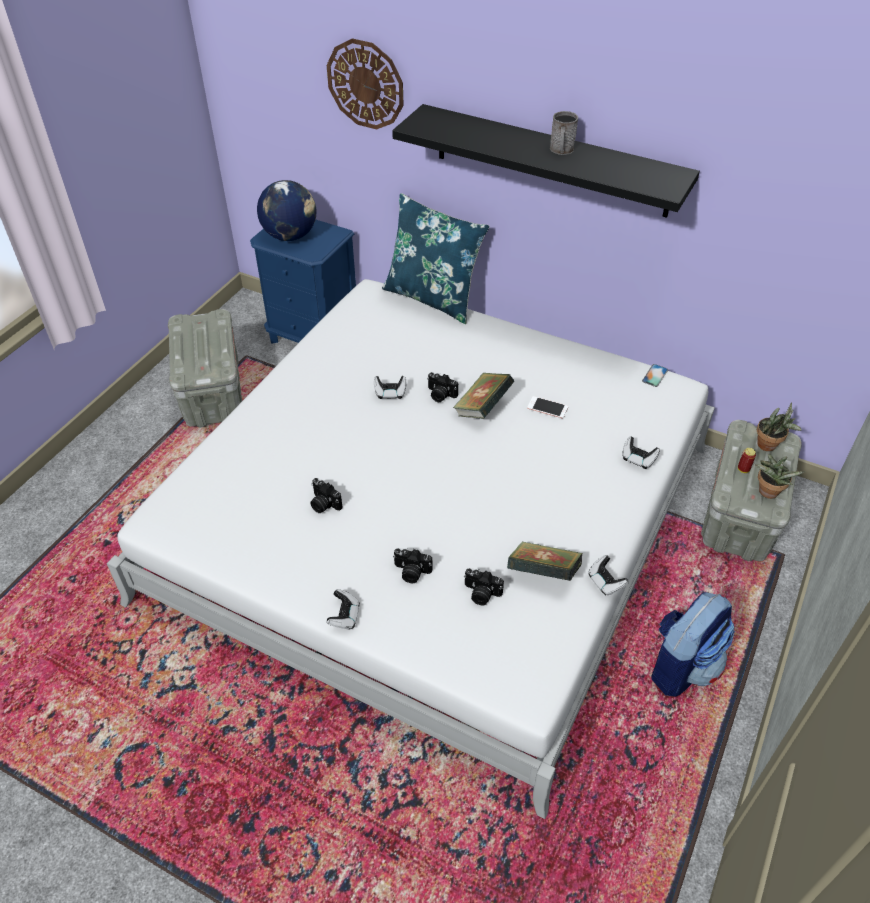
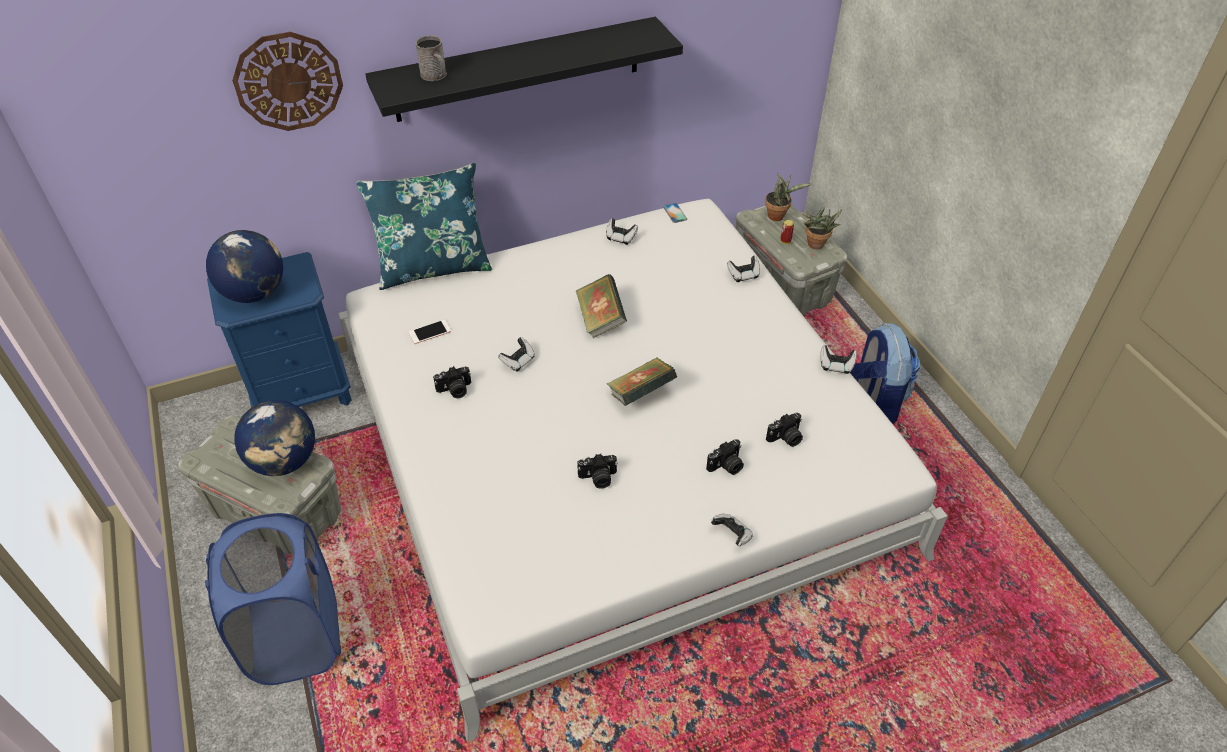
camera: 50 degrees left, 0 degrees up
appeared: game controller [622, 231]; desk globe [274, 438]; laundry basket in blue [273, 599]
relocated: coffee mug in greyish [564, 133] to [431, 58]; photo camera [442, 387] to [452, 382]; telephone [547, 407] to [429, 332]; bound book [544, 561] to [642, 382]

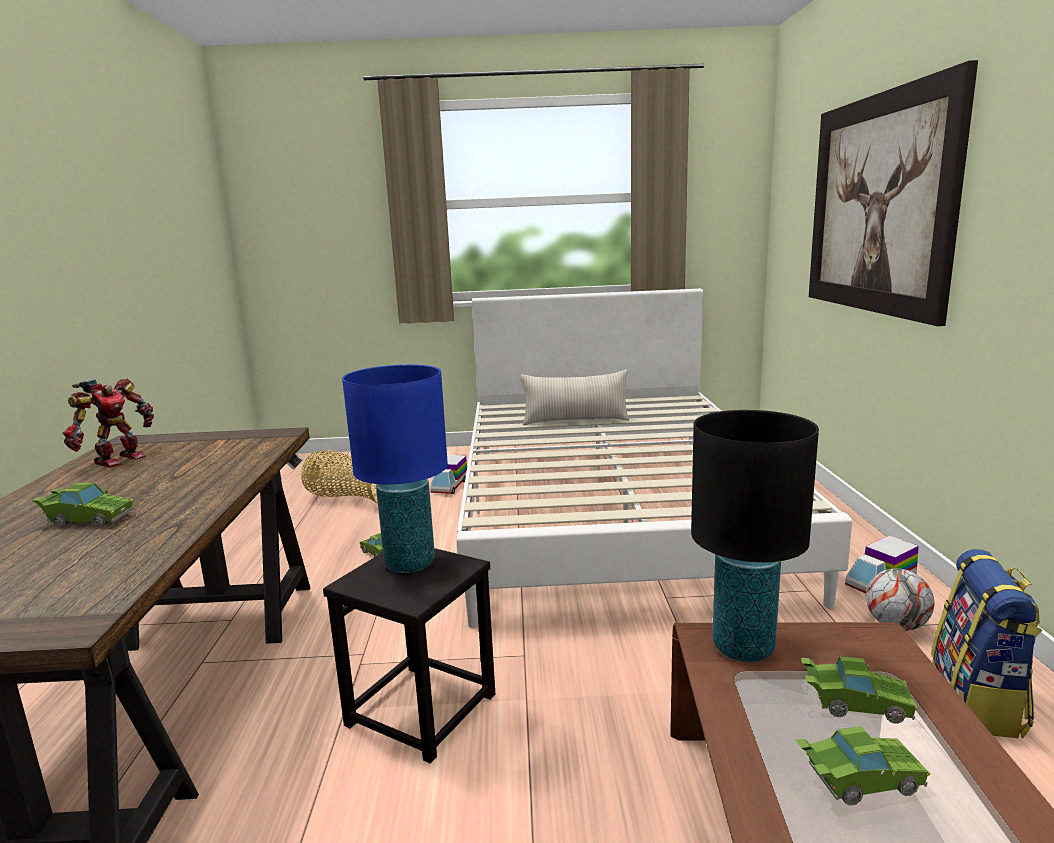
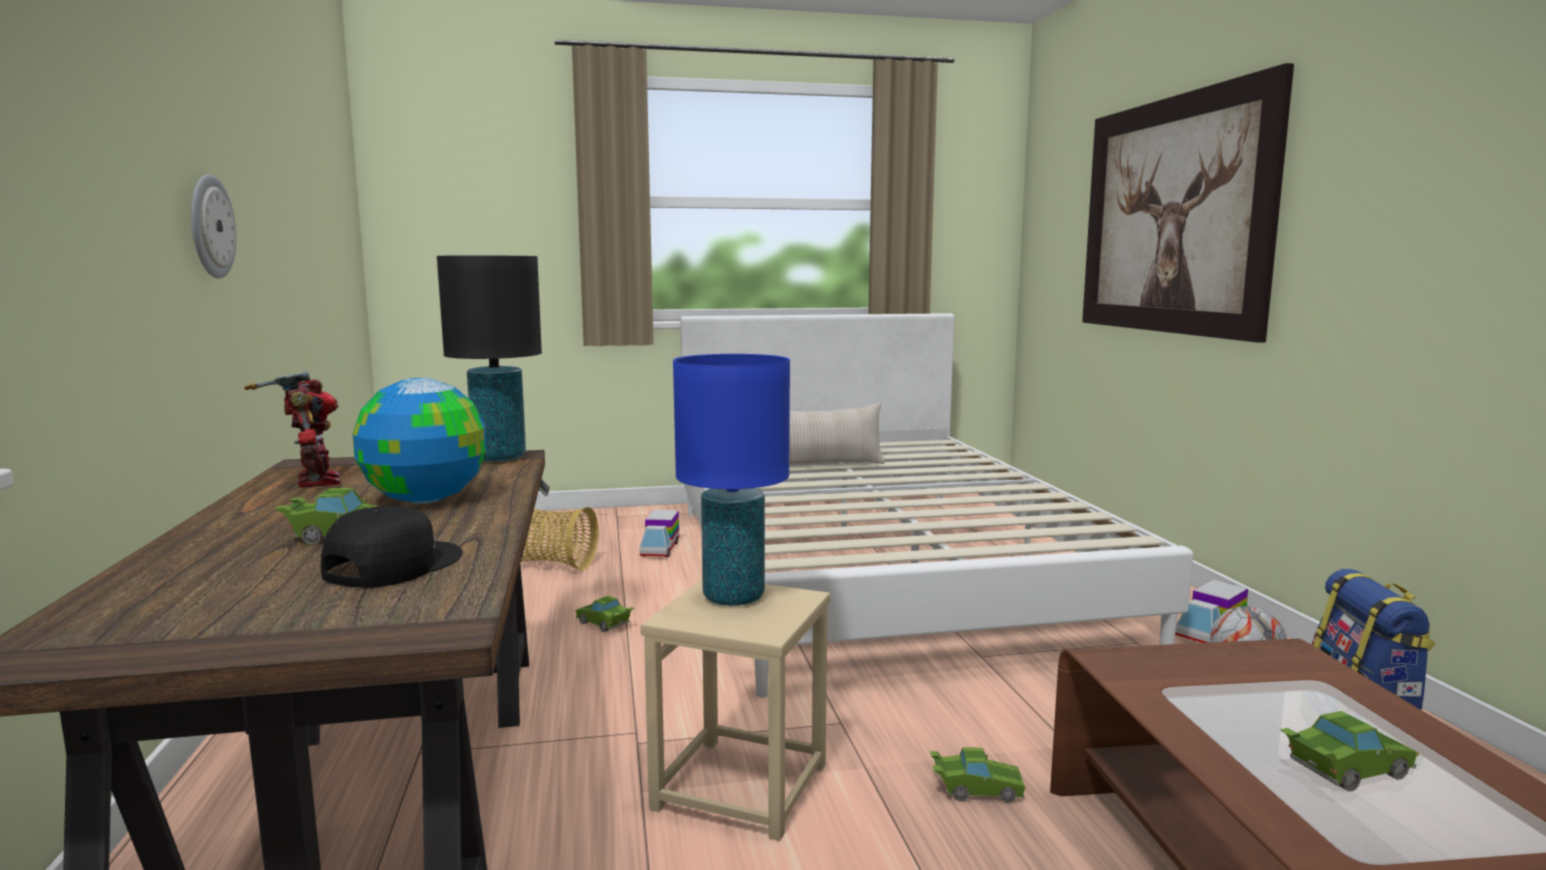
camera: 10 degrees left, 5 degrees down
appeared: clock on the wall [213, 226]; desk globe [419, 441]; baseball cap in blackish [392, 547]
relocated: table lamp in blackish [755, 536] to [489, 358]; toy car in greenish [859, 690] to [978, 775]
colour: sitting stool in blackish [409, 656] to sitting stool in beige [735, 710]
spun: model robot [108, 423] = [292, 429] 45 degrees counterclockwise

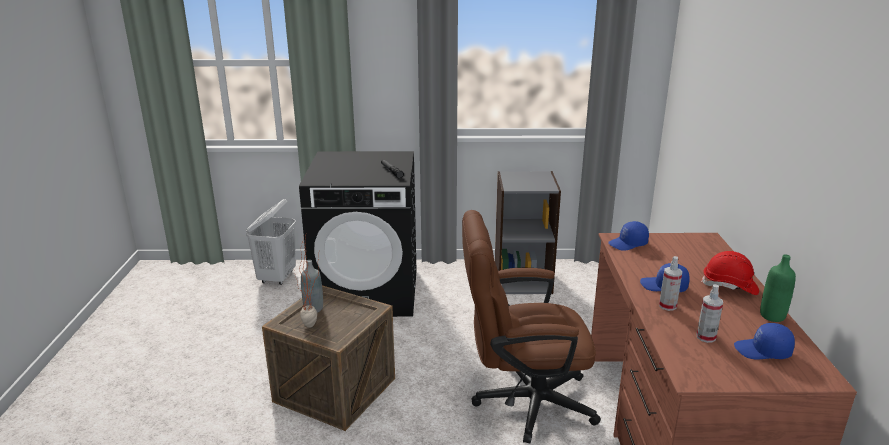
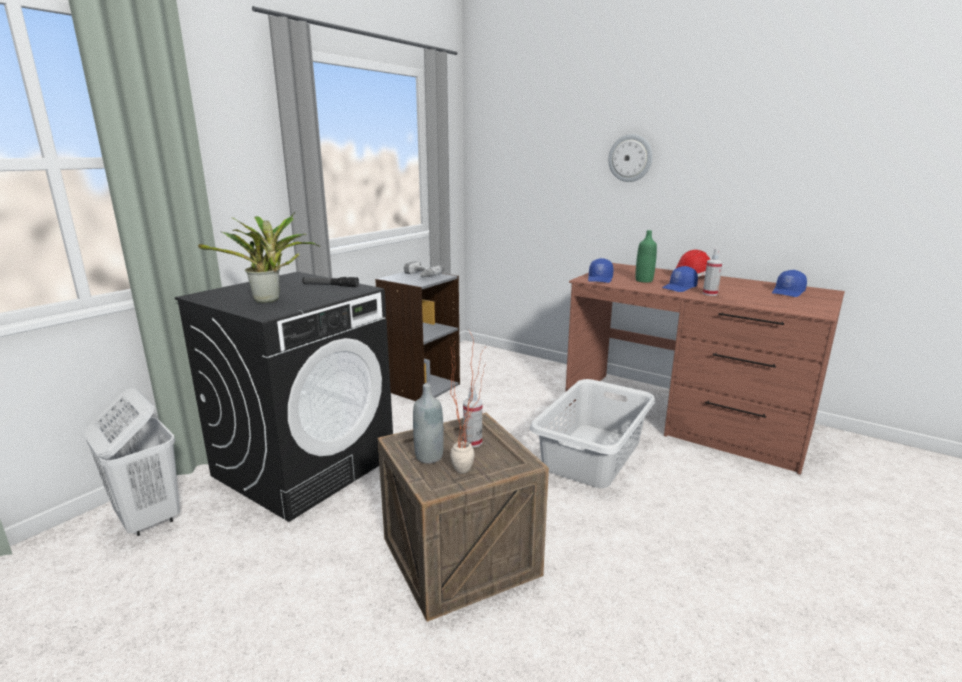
camera: 55 degrees left, 5 degrees down
appeared: clock on the wall [630, 158]; potted plant [259, 257]; power drill [424, 269]
relocated: beverage bottle in greenish [778, 288] to [646, 256]; sprayer [709, 313] to [472, 416]
exchanged: computer chair in brownish [531, 327] to laundry basket in greyish [592, 433]

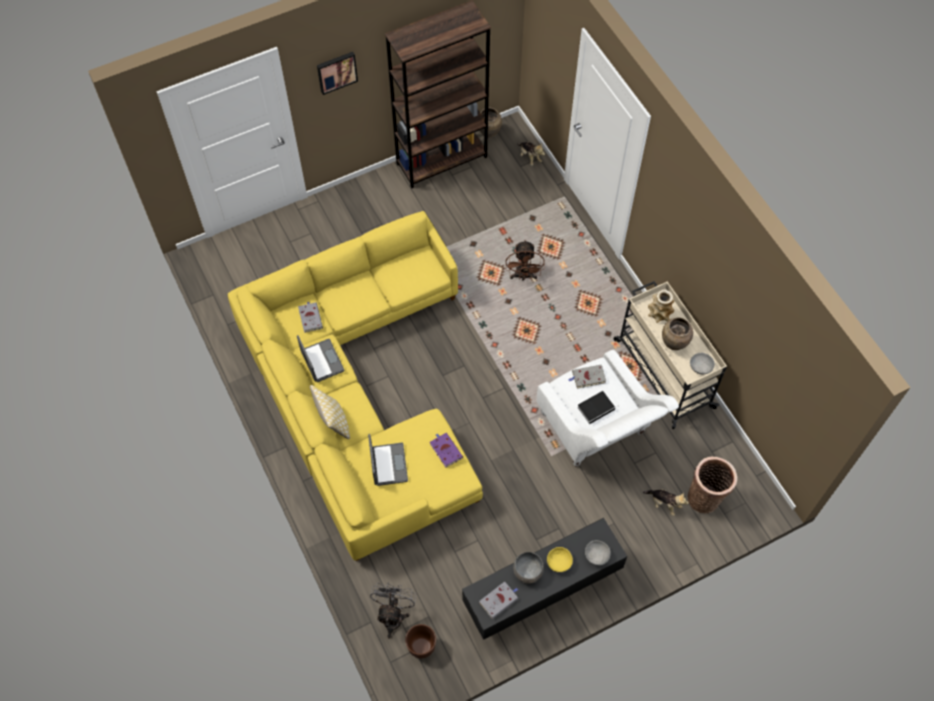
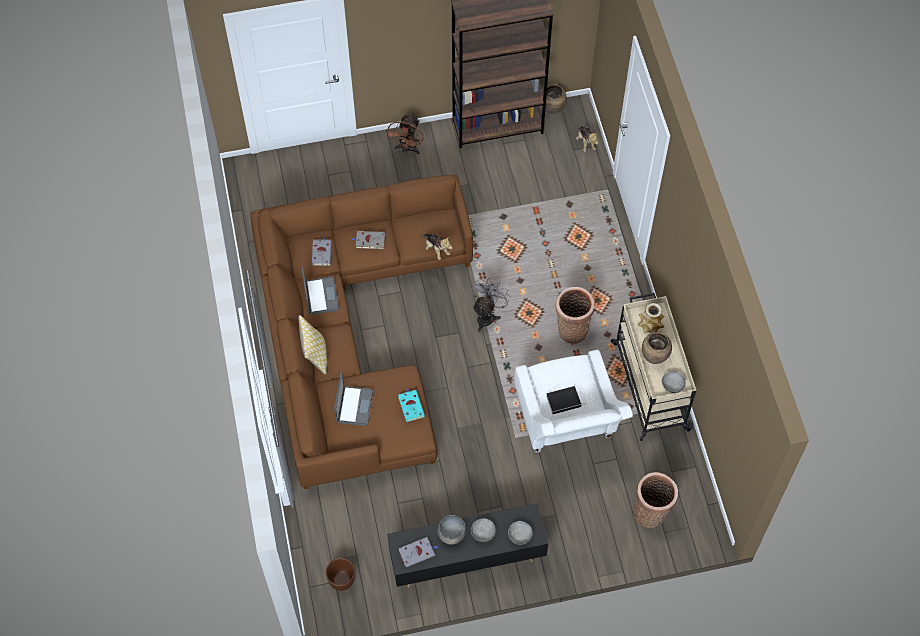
camera: 15 degrees right, 0 degrees up
missing: wall art [337, 73]
appeared: household basket [574, 315]
relocated: fan in brownish [525, 260] to [405, 134]; bound book in greyish [587, 377] to [368, 240]; soft toy [666, 502] to [437, 247]; fan in greyish [393, 610] to [491, 304]
colour: couch in yellowish [355, 386] to couch in brownish [362, 331]; bound book in purple [446, 450] to bound book in turquoise [411, 405]; bowl in yellowish [560, 559] to bowl in greyish [483, 530]

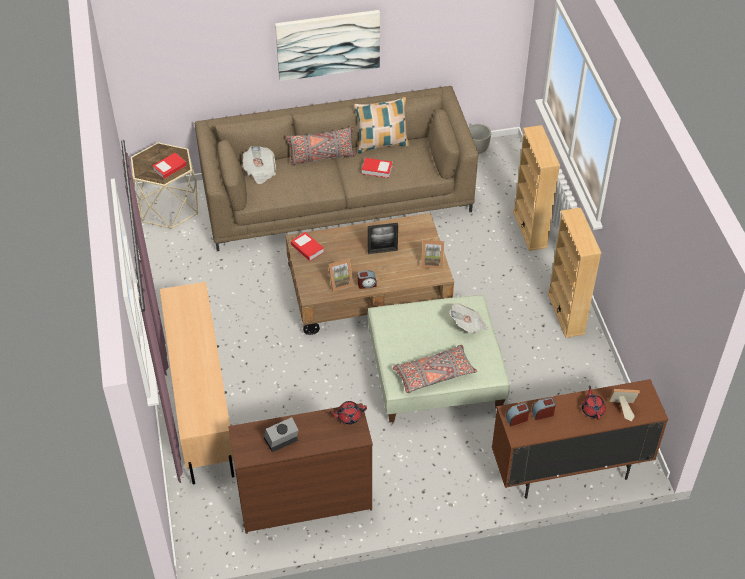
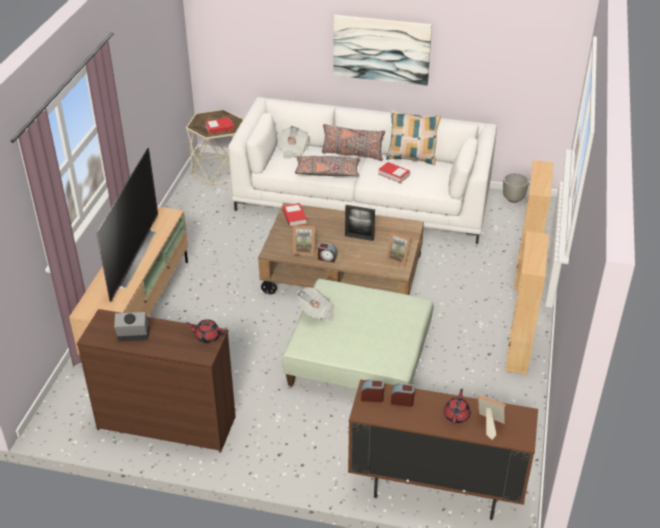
camera: 25 degrees right, 10 degrees down
appeared: TV [127, 225]
relocated: newspaper [468, 318] to [315, 304]; cushion in greyish [435, 369] to [327, 165]
colour: couch in brownish [336, 168] to couch in whitish [362, 170]

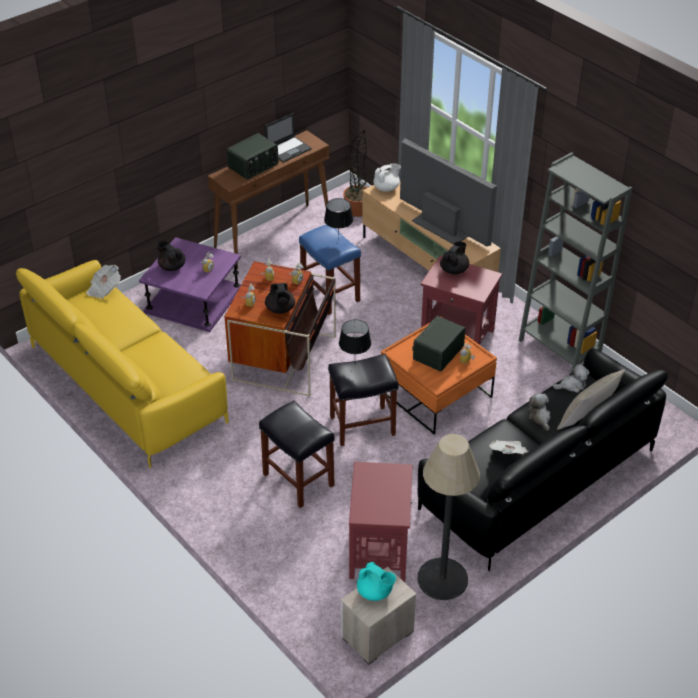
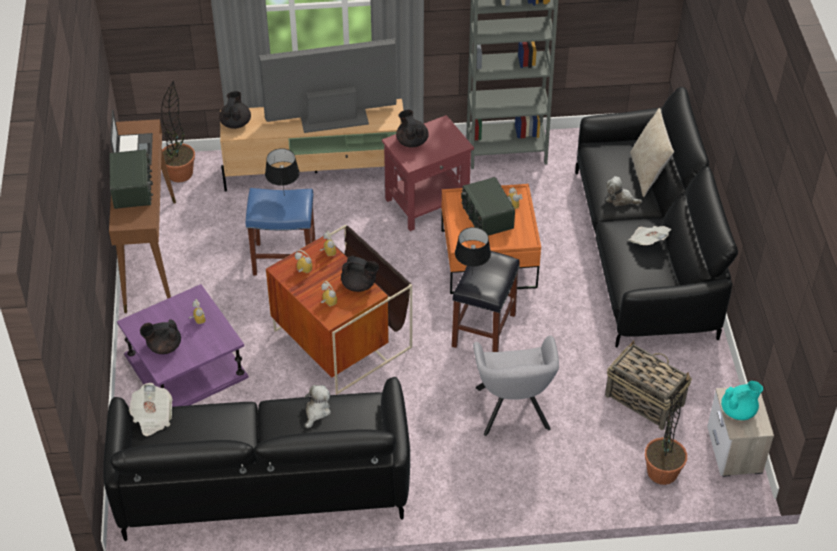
camera: 55 degrees left, 5 degrees up
missing: standing lamp [448, 517]
appeared: potted plant [666, 439]
relocated: soft toy [571, 378] to [318, 406]
exchanged: sitting stool in blackish [297, 454] to lounge chair in greyish [516, 385]; side table in red [380, 522] to household basket [648, 385]
colour: tea pot in whitish [387, 177] to tea pot in blackish [235, 110]; couch in yellowish [122, 364] to couch in blackish [256, 459]

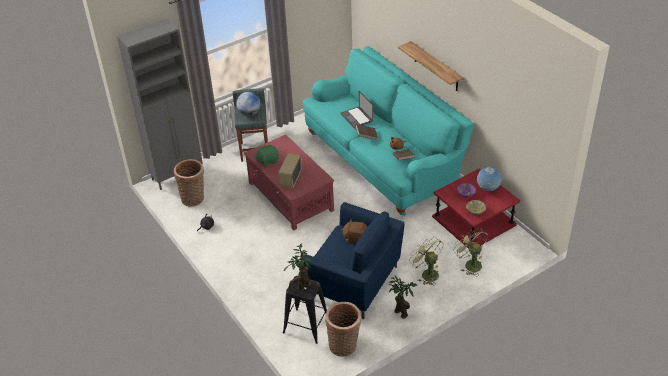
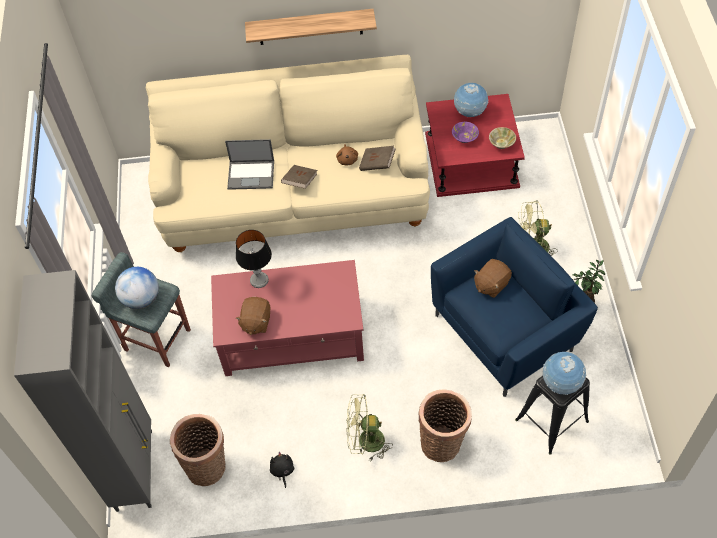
camera: 60 degrees left, 15 degrees up
missing: radio [290, 170]
appeared: table lamp [254, 259]
relocated: fan in greenish [470, 251] to [369, 427]; household basket [343, 329] to [445, 425]
exchanged: potted plant [298, 267] to desk globe [565, 373]
colour: couch in turquoise [388, 131] to couch in beige [288, 154]; soft toy in greenish [267, 155] to soft toy in brownish [253, 316]

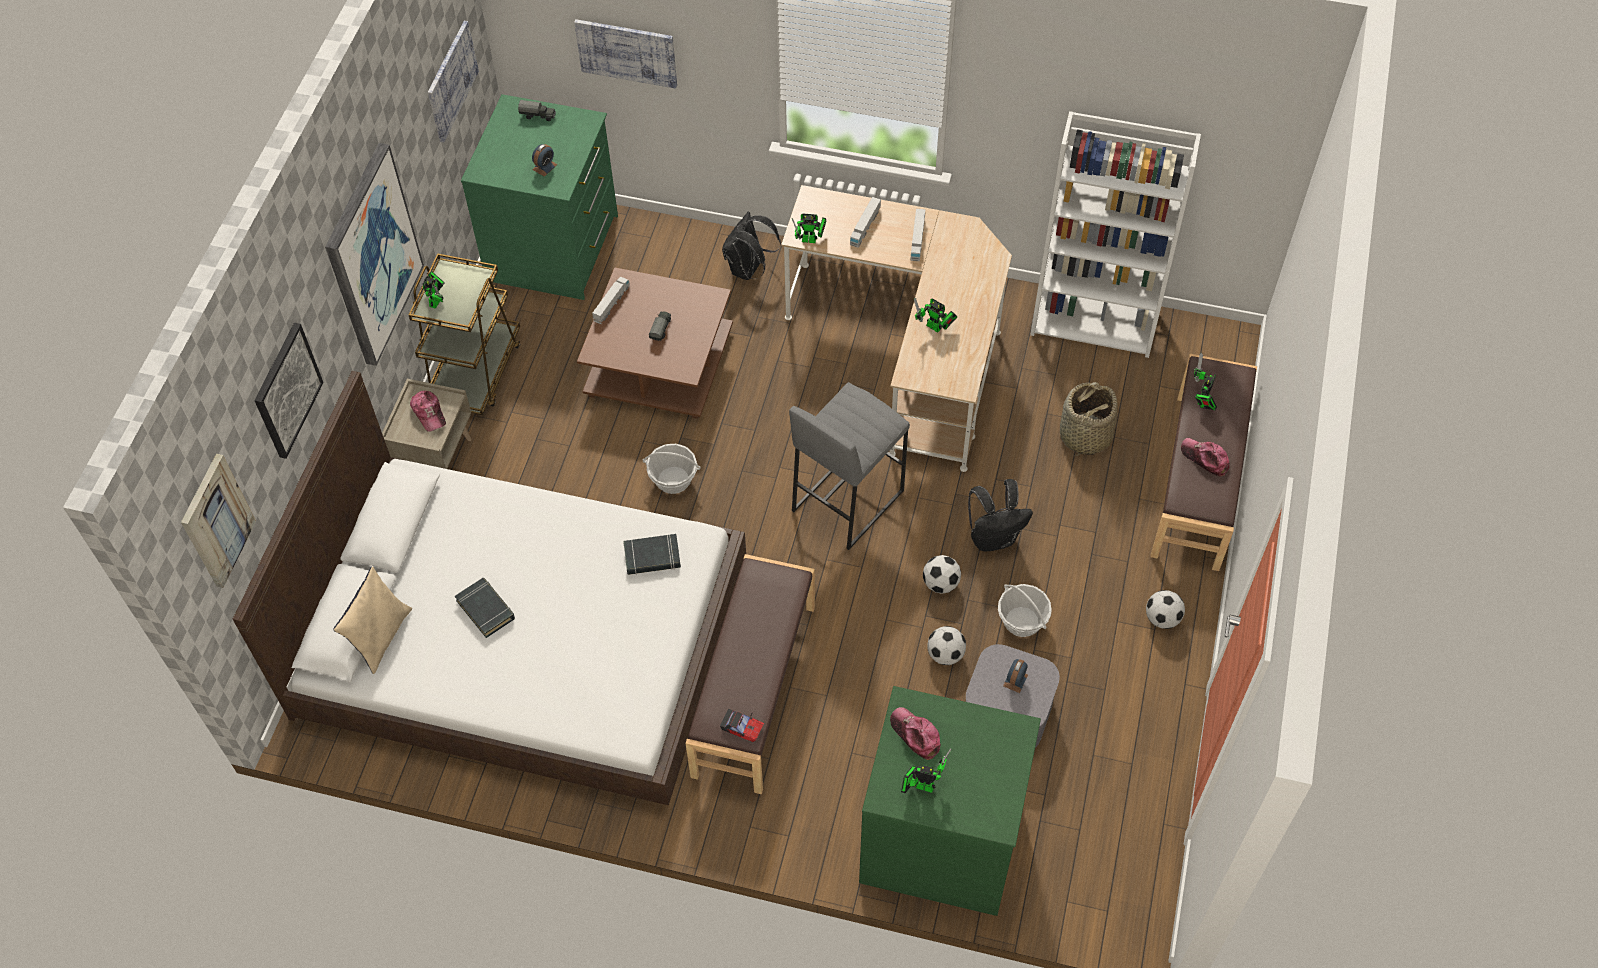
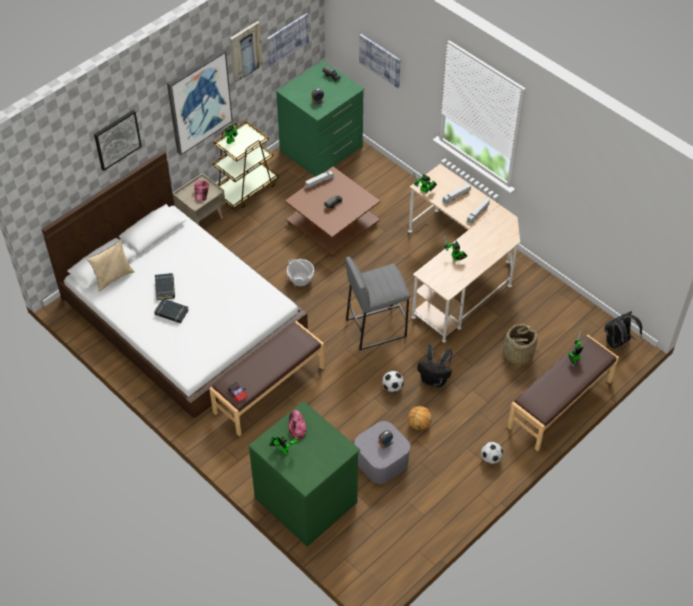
camera: 30 degrees right, 5 degrees down
missing: bookcase in whitish [1115, 234]; baseball cap [1205, 457]; football ball [946, 645]
relocated: rucksack in blackish [751, 245] to [623, 331]; wall art [218, 521] to [246, 52]; bound book in blackish [652, 554] to [171, 310]
exchanged: household basket [1024, 610] to basketball [420, 418]

